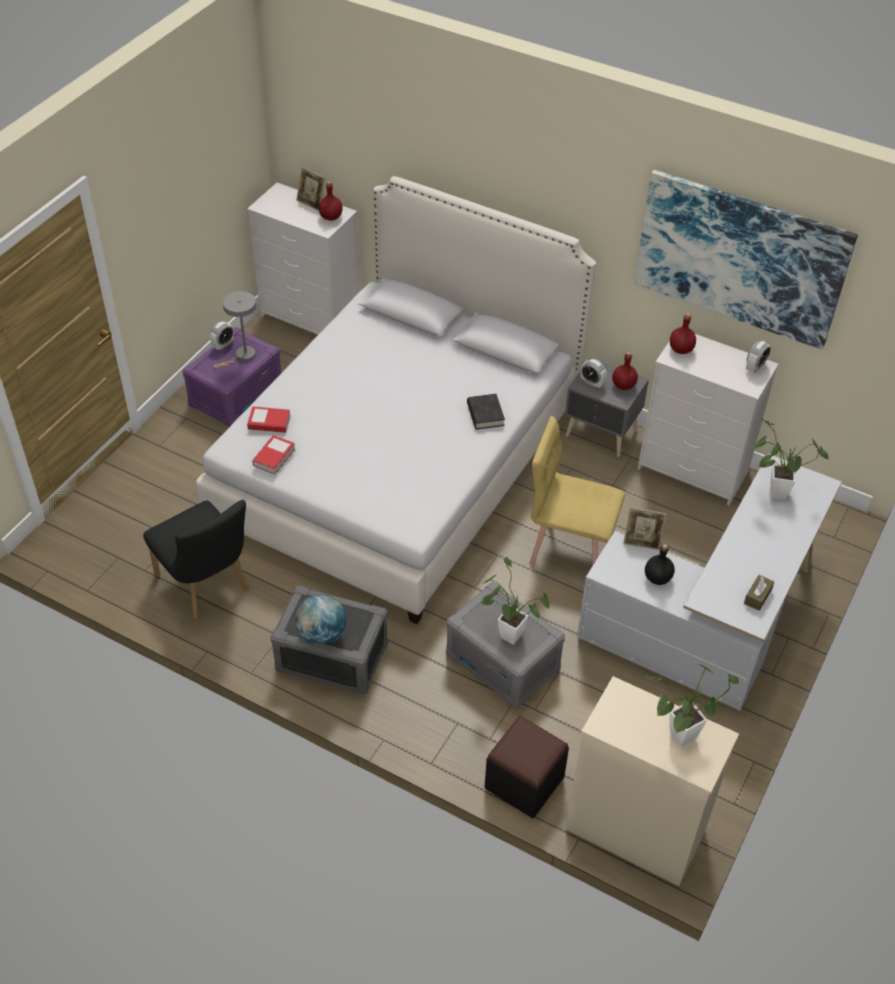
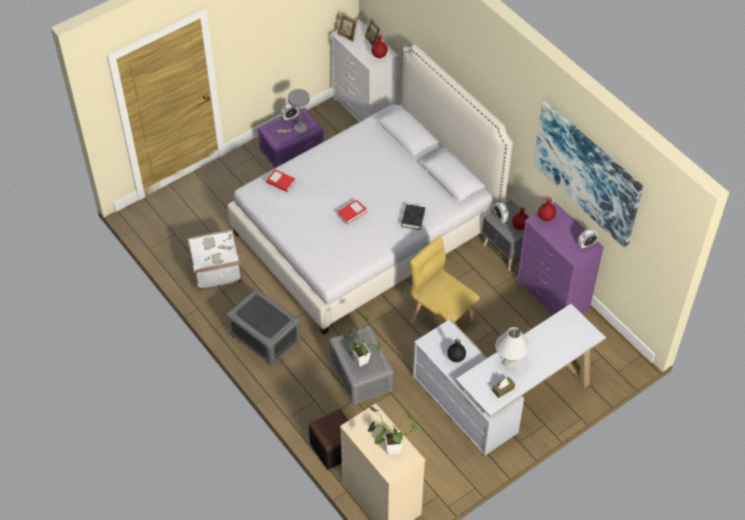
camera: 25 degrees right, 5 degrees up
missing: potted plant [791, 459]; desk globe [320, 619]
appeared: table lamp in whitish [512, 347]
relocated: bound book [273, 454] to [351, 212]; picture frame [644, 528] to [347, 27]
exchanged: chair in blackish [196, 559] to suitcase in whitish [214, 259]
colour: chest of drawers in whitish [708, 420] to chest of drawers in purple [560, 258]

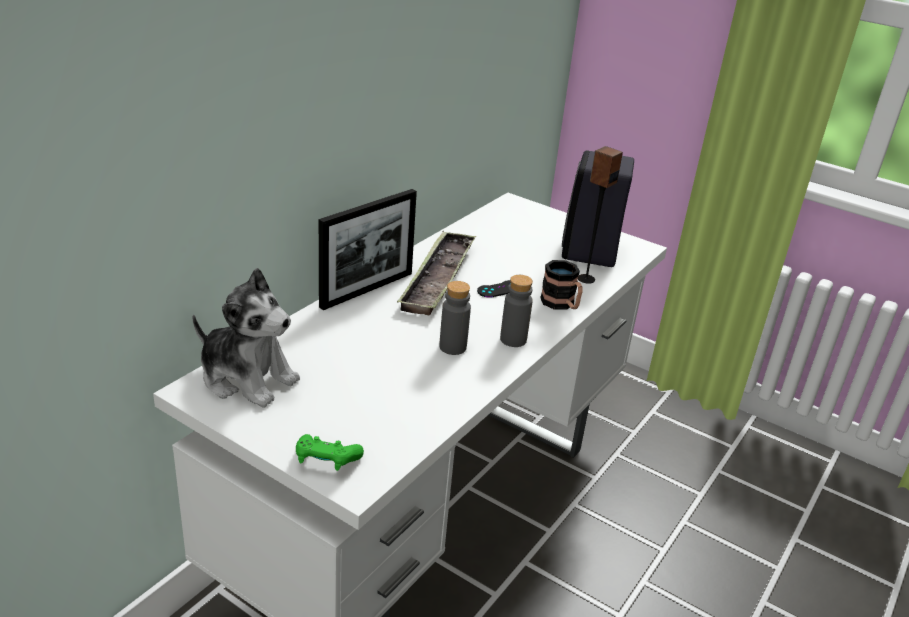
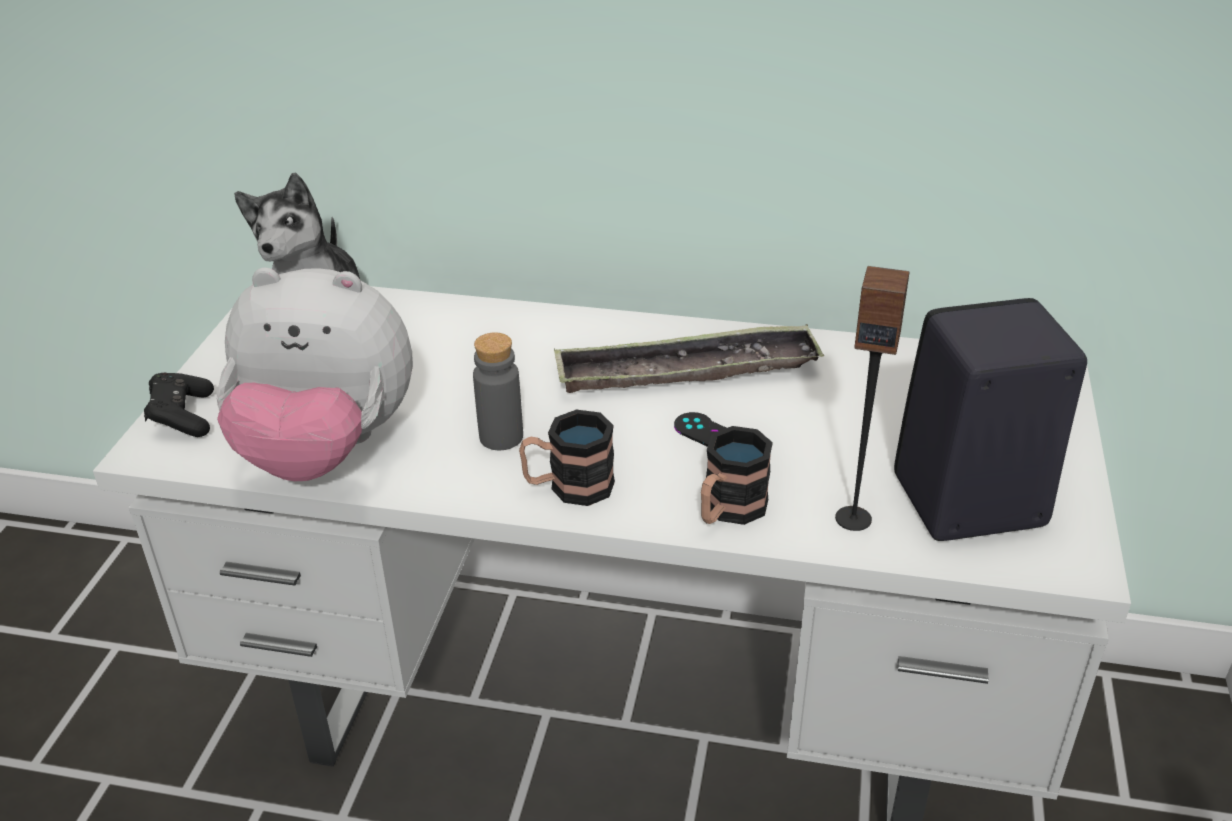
camera: 70 degrees right, 5 degrees up
missing: picture frame [368, 249]
appeared: soft toy [314, 374]
exchanged: beverage bottle in greyish [516, 311] to coffee mug [567, 458]
colour: game controller in greenish [330, 452] to game controller in blackish [179, 404]

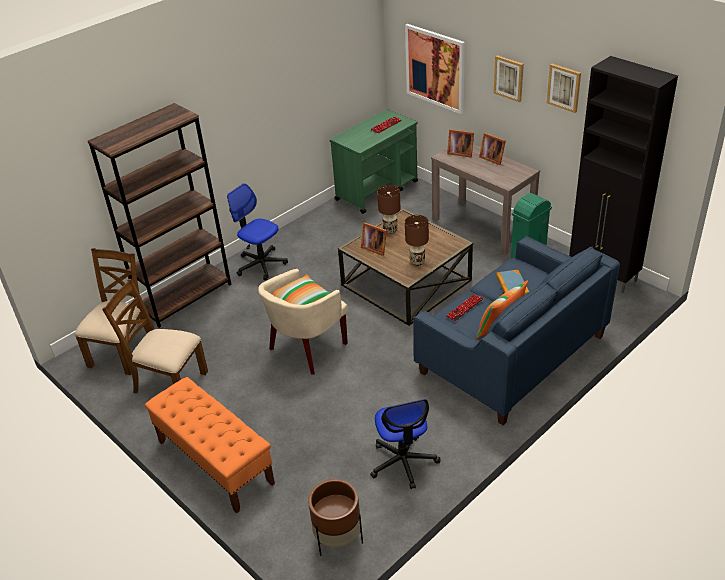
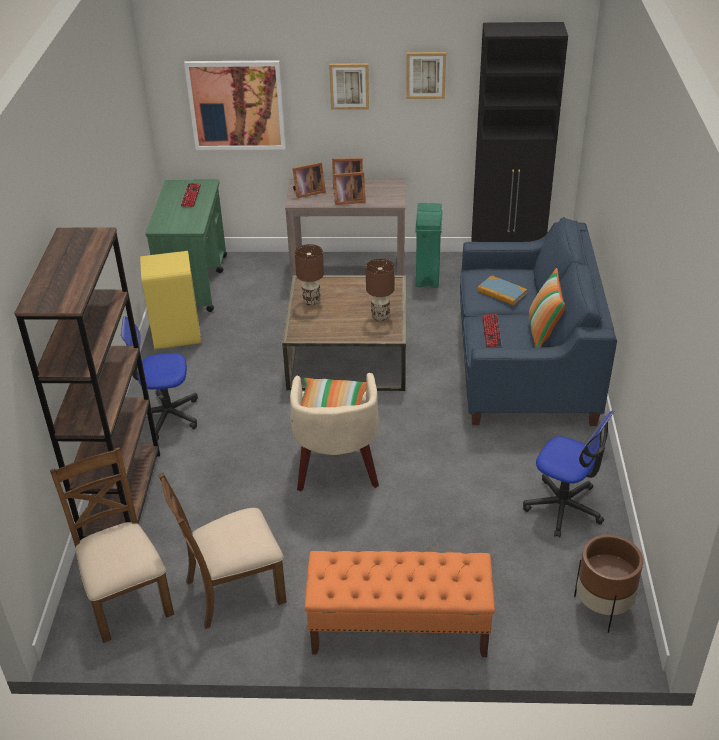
camera: 45 degrees left, 0 degrees up
appeared: trash can in yellowish [170, 300]
relocated: picture frame [374, 239] to [349, 188]

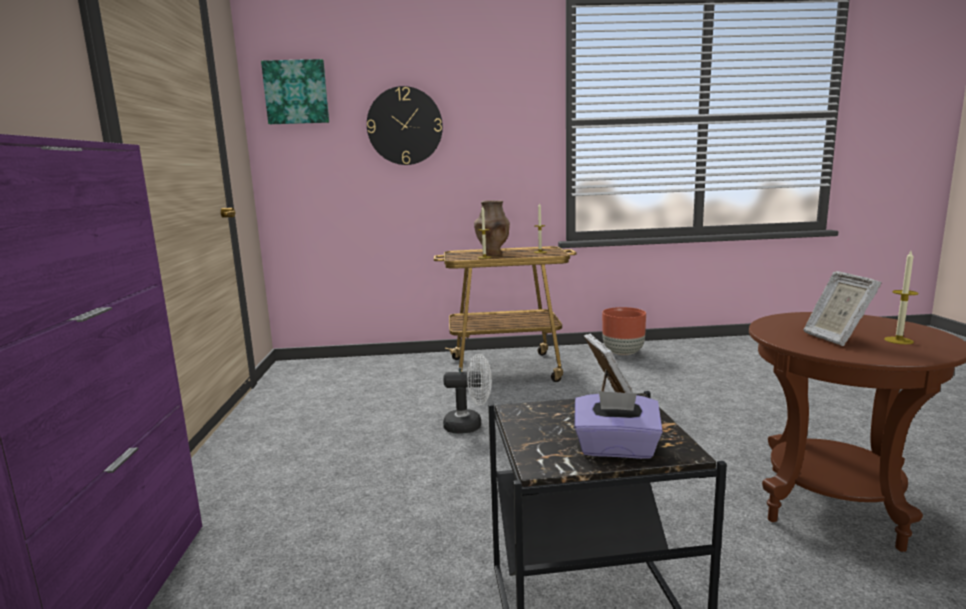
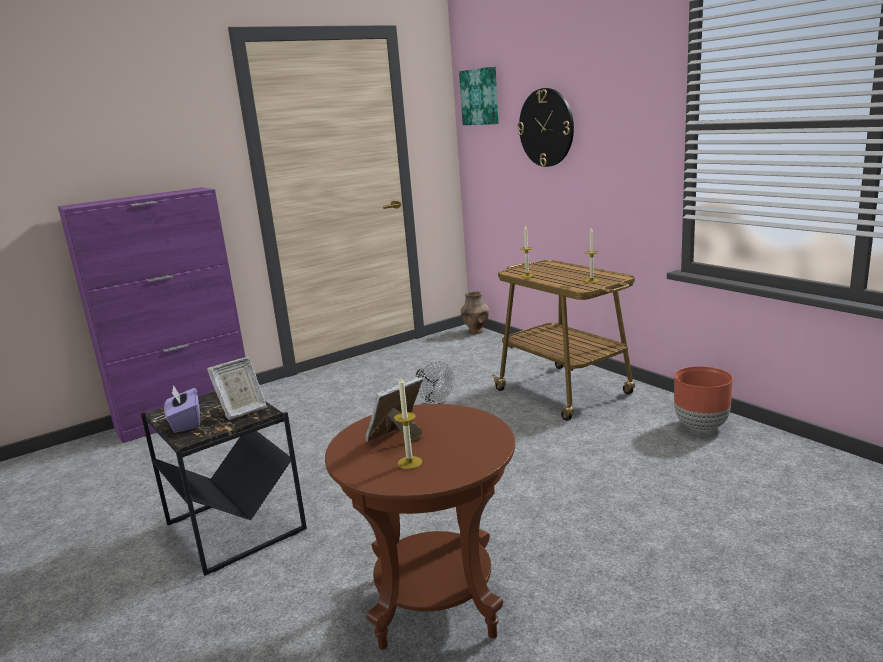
camera: 60 degrees right, 5 degrees up
relocated: vase in brownish [492, 227] to [475, 312]

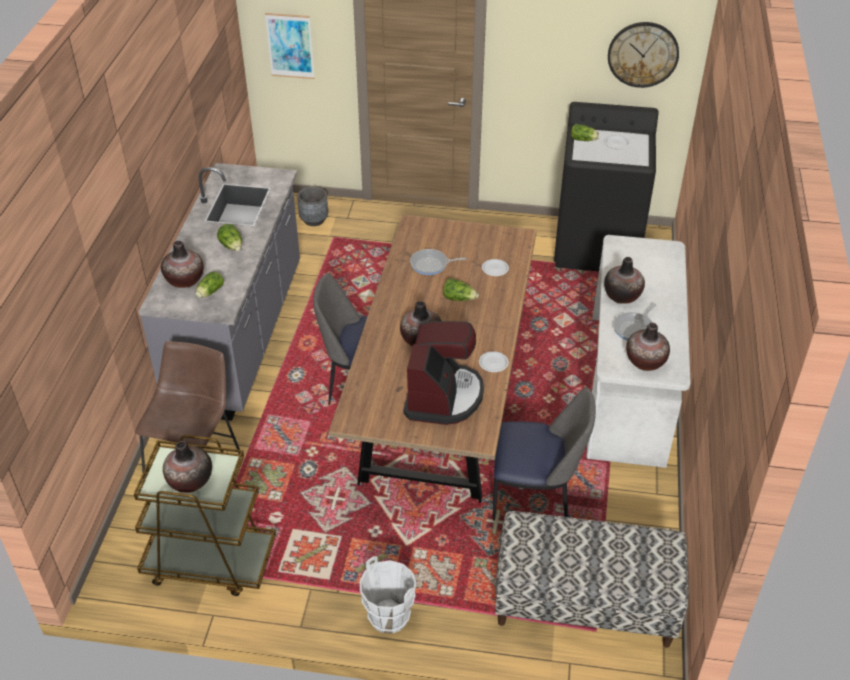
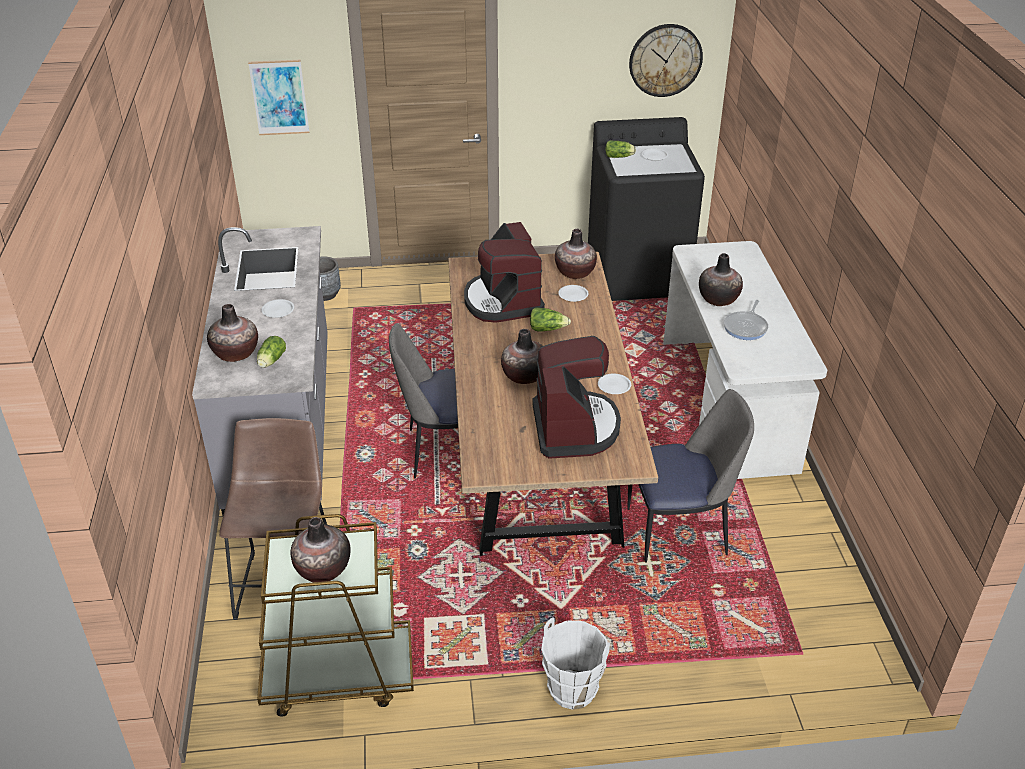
camera: 15 degrees left, 5 degrees down
missing: bench [592, 579]
relocated: vase [648, 347] to [576, 254]
exchanged: lettuce head [229, 237] to flat dish in whitish [277, 308]; pan [438, 262] to coffee brewer [504, 272]

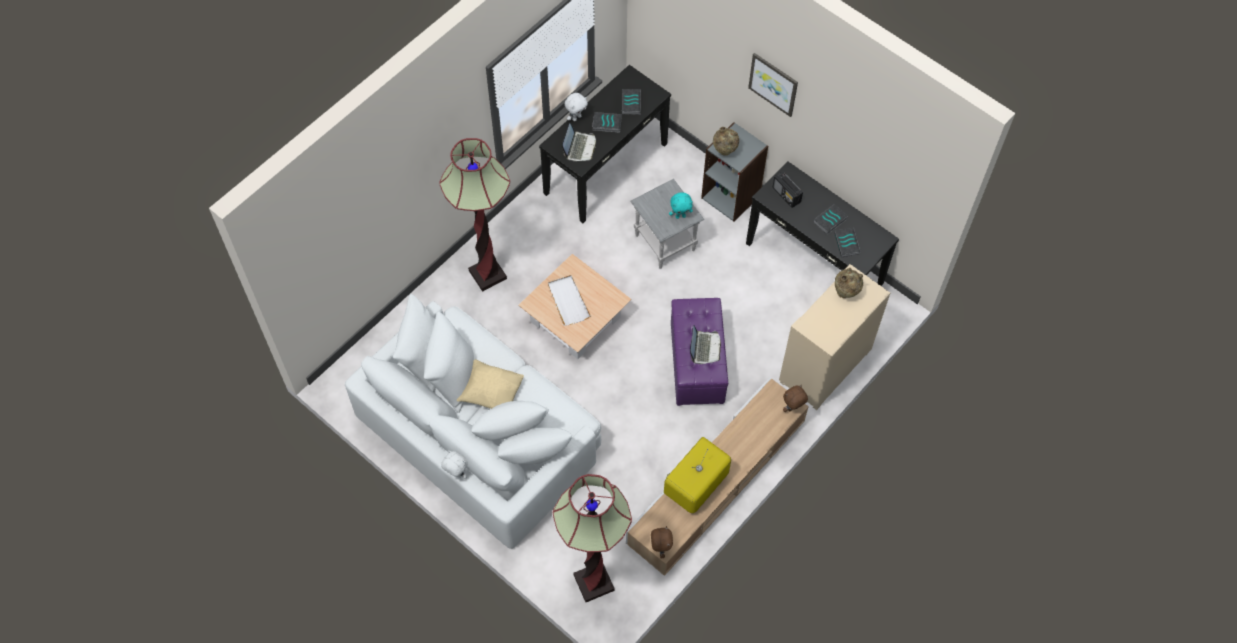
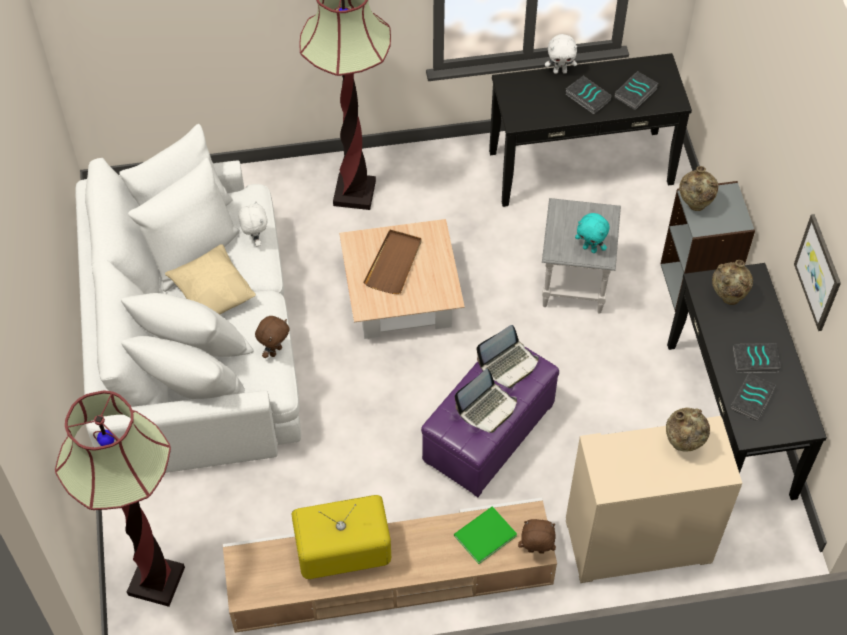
camera: 40 degrees right, 5 degrees down
appeared: bound book in greenish [485, 535]
relocated: wall art [773, 85] to [817, 272]; notebook computer [579, 142] to [508, 356]; soft toy in whitish [454, 464] to [252, 223]; soft toy in brownish [662, 542] to [272, 337]
exchanged: radio [788, 190] to vase in beige [732, 282]
colour: serving tray in whitish [569, 300] to serving tray in brownish [392, 262]

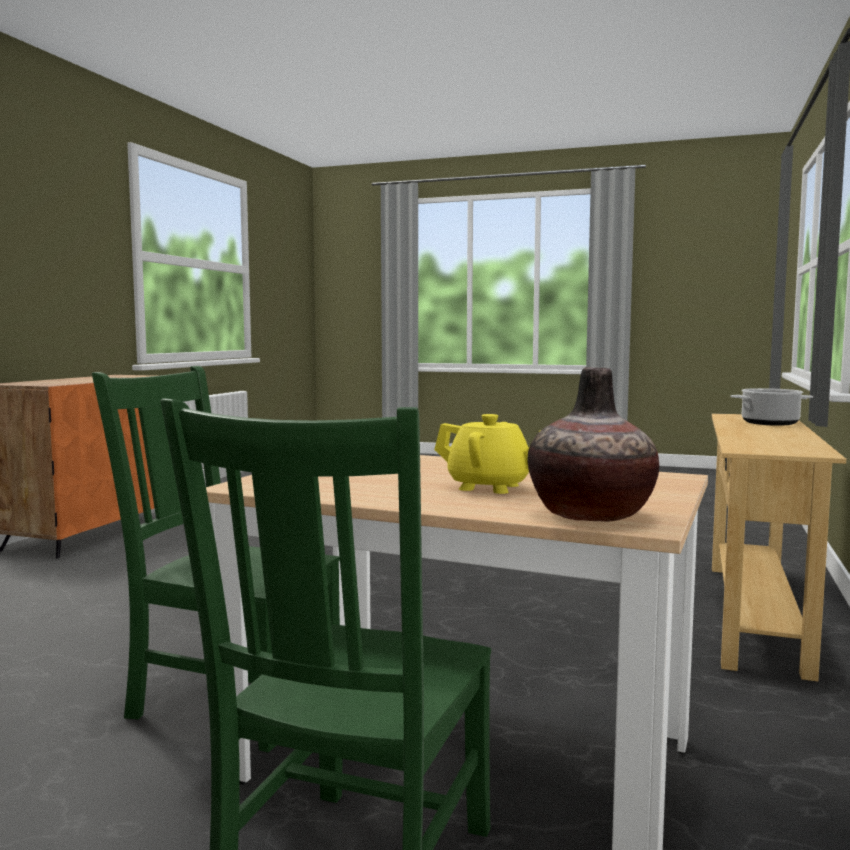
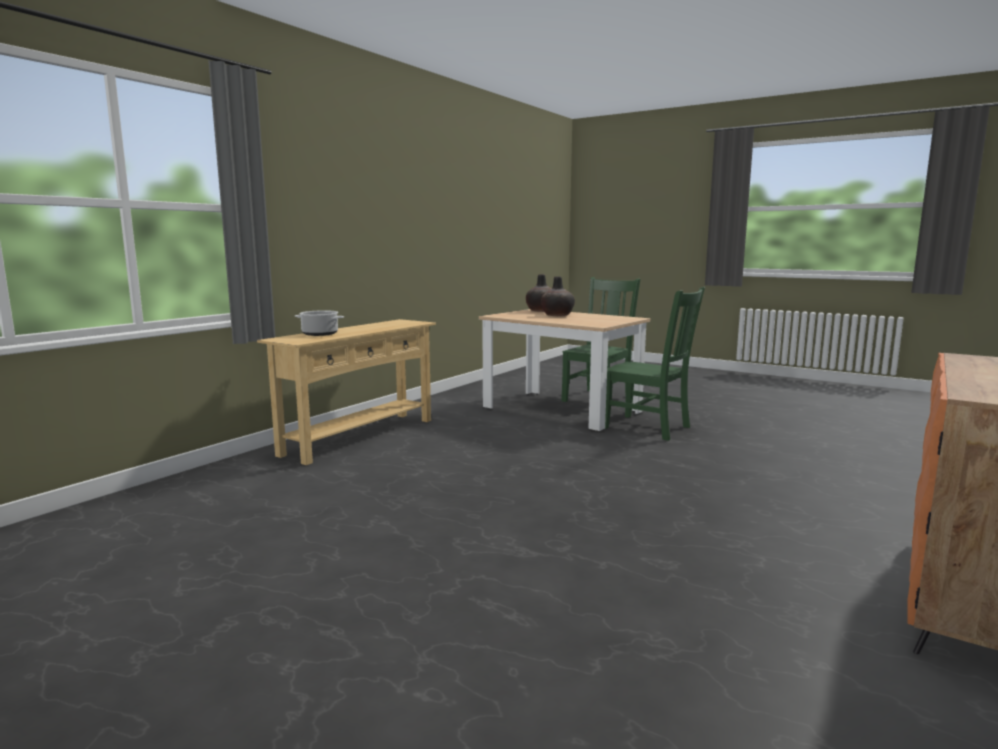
camera: 165 degrees left, 5 degrees up
exchanged: tea pot in yellowish [487, 454] to vase [558, 296]

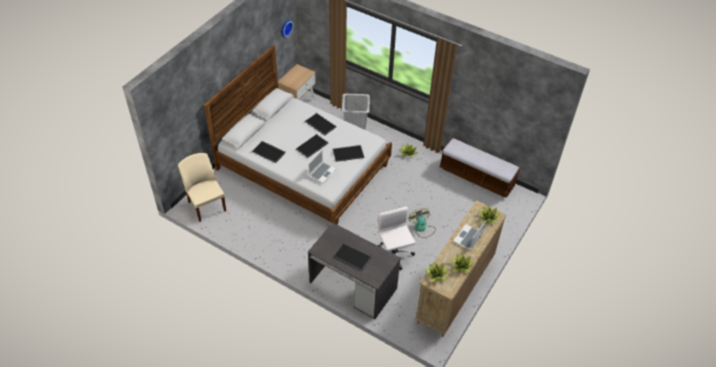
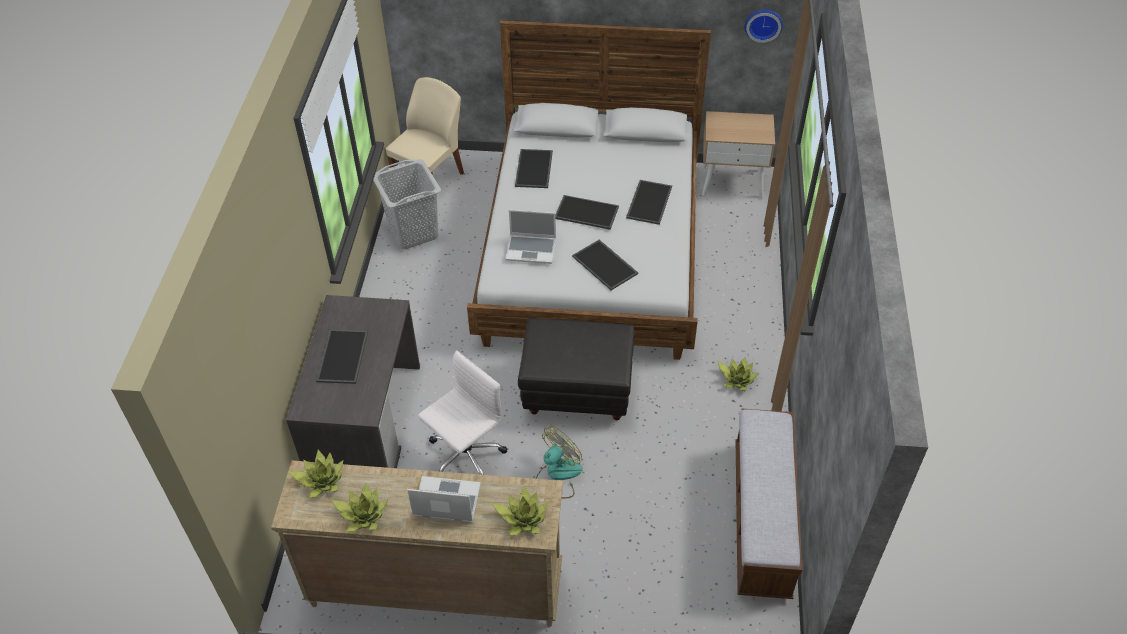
camera: 65 degrees right, 0 degrees up
appeared: ottoman in blackish [576, 369]
relocated: laundry basket in greyish [356, 112] to [407, 204]

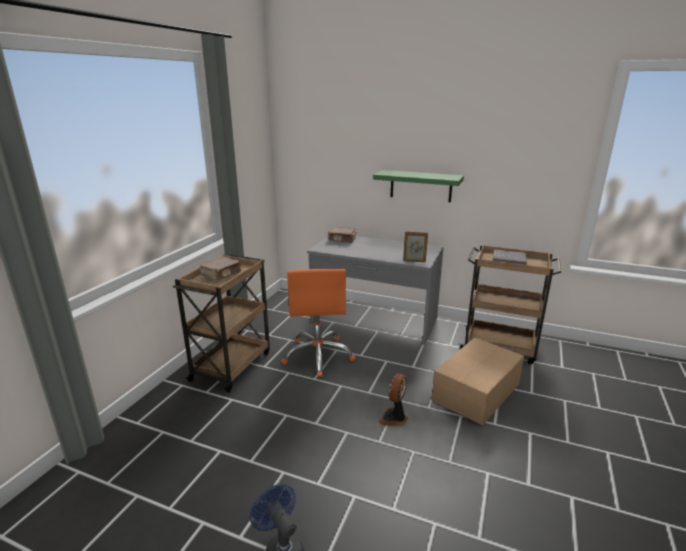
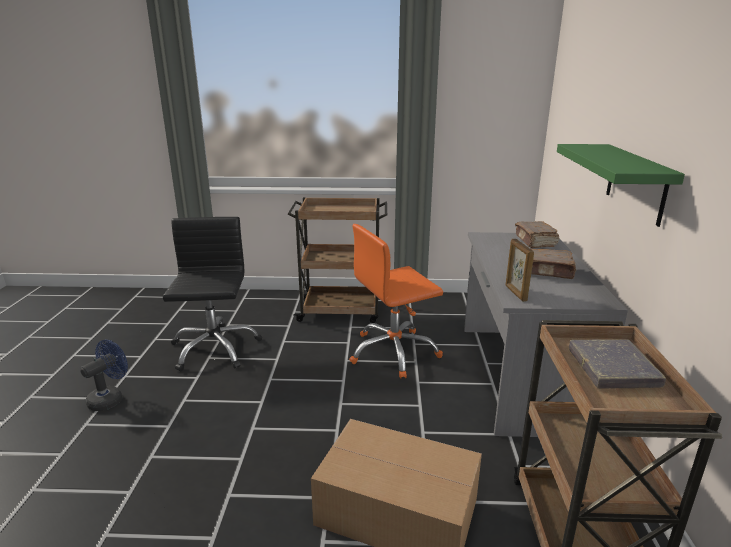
camera: 70 degrees right, 0 degrees up
missing: fan [393, 399]
appeared: computer chair in blackish [212, 294]
relocated: bound book in brownish [220, 268] to [553, 263]

